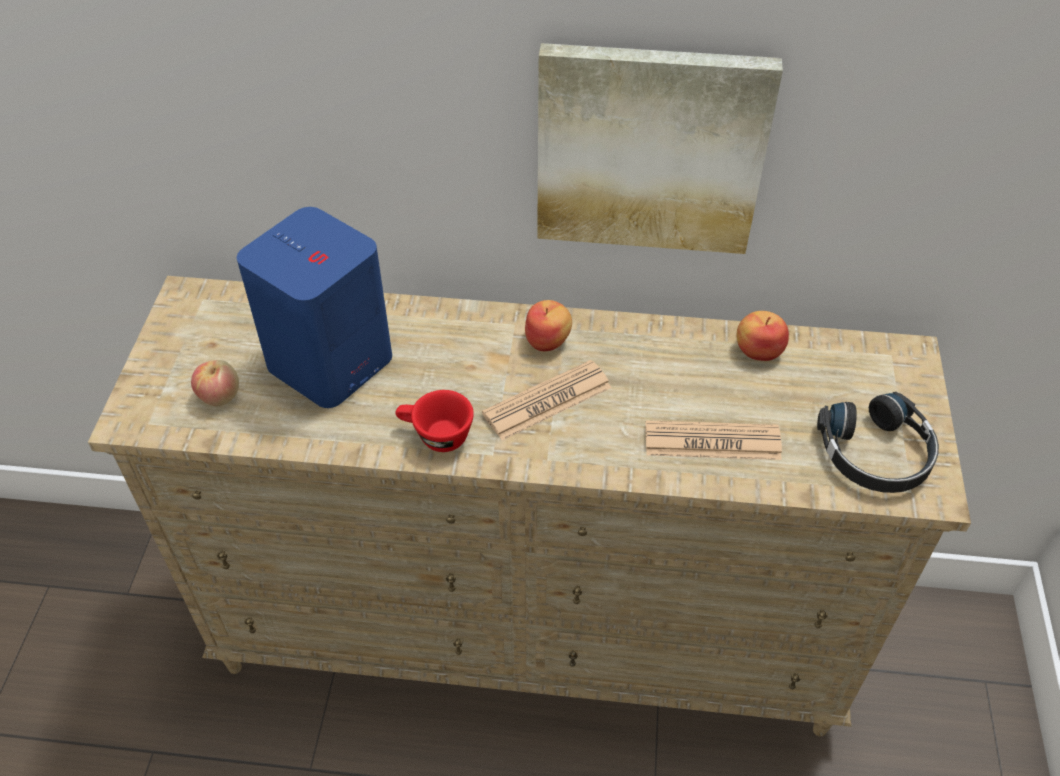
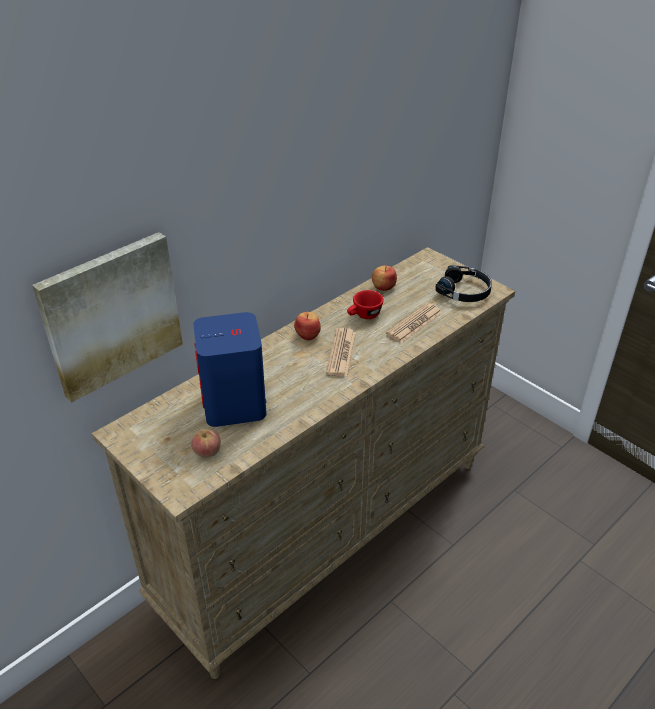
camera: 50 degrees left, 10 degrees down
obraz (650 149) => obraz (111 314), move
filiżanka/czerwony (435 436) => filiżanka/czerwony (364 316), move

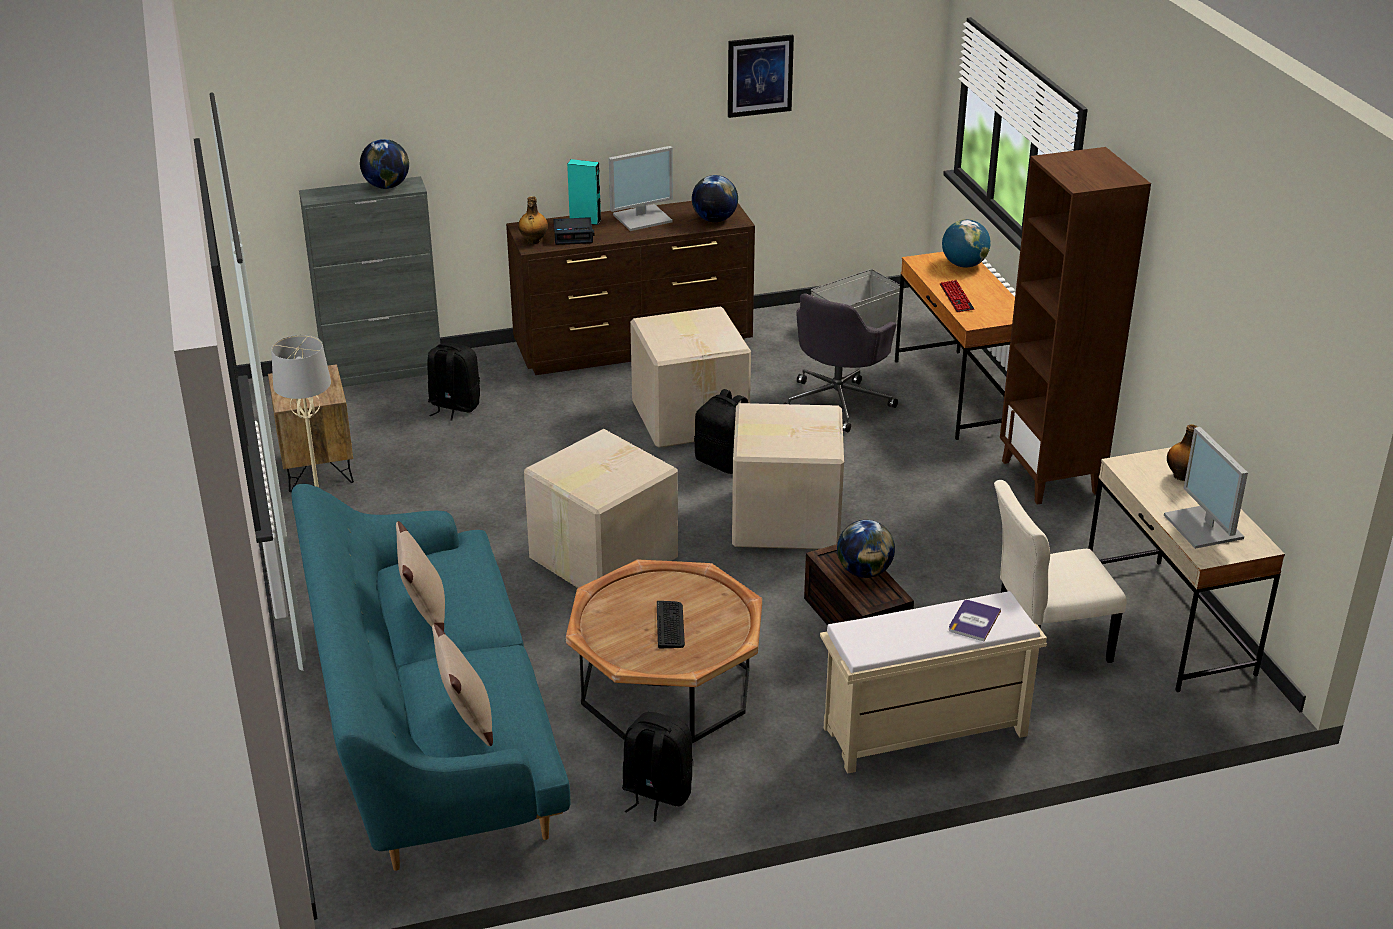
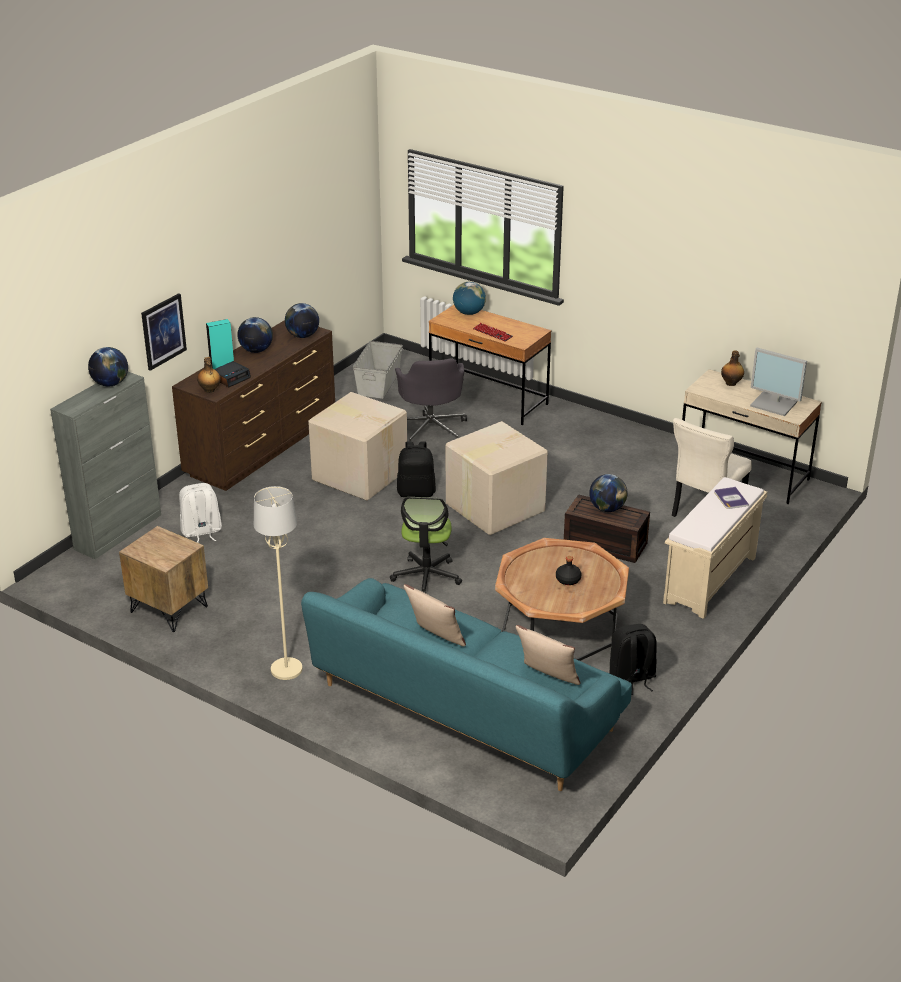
camera: 40 degrees left, 0 degrees up
obraz (759 75) => obraz (163 331), move
monitor (643 218) => globus (256 350)
regał/brązowy (1051 477) => nothing
plecak/czarny (453 406) => plecak/biały (201 532)
karton (601 558) => krzesło biurowe (426 576)
klawiatura (670 625) => butelka/czarny (567 580)

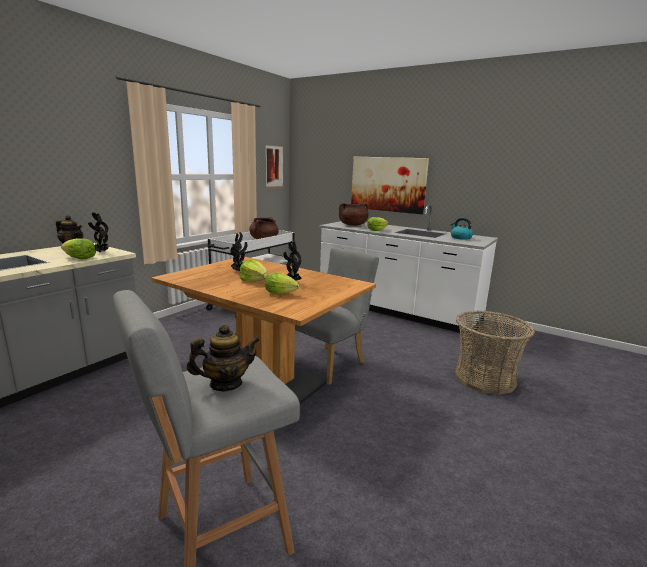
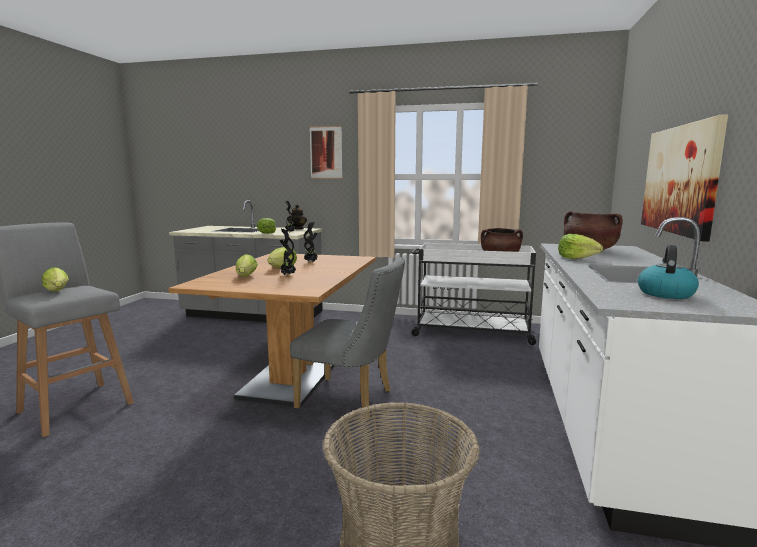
camera: 70 degrees right, 5 degrees down
obraz (274 166) => obraz (326 152), move
imbryk (225 384) => sałata (57 291)

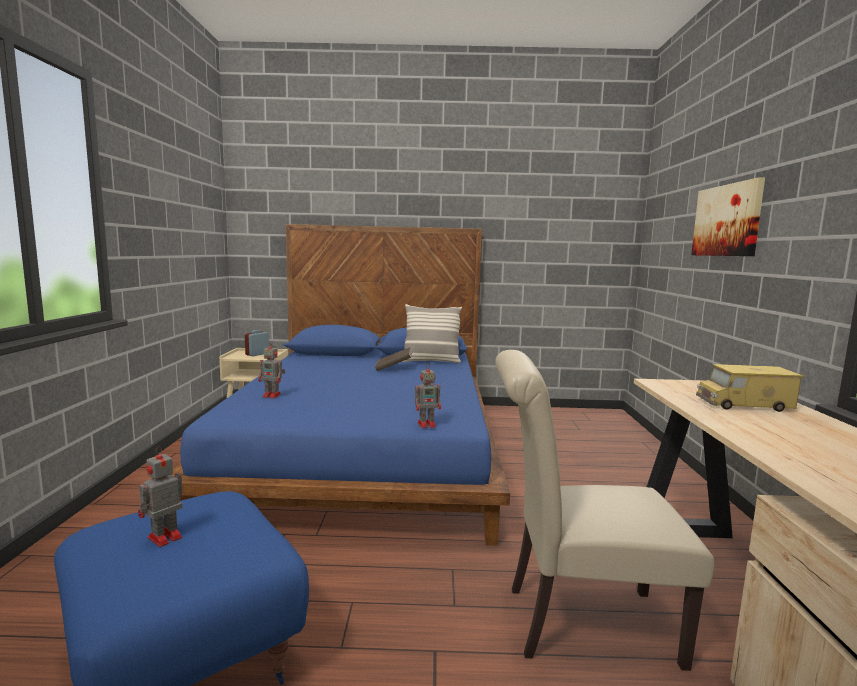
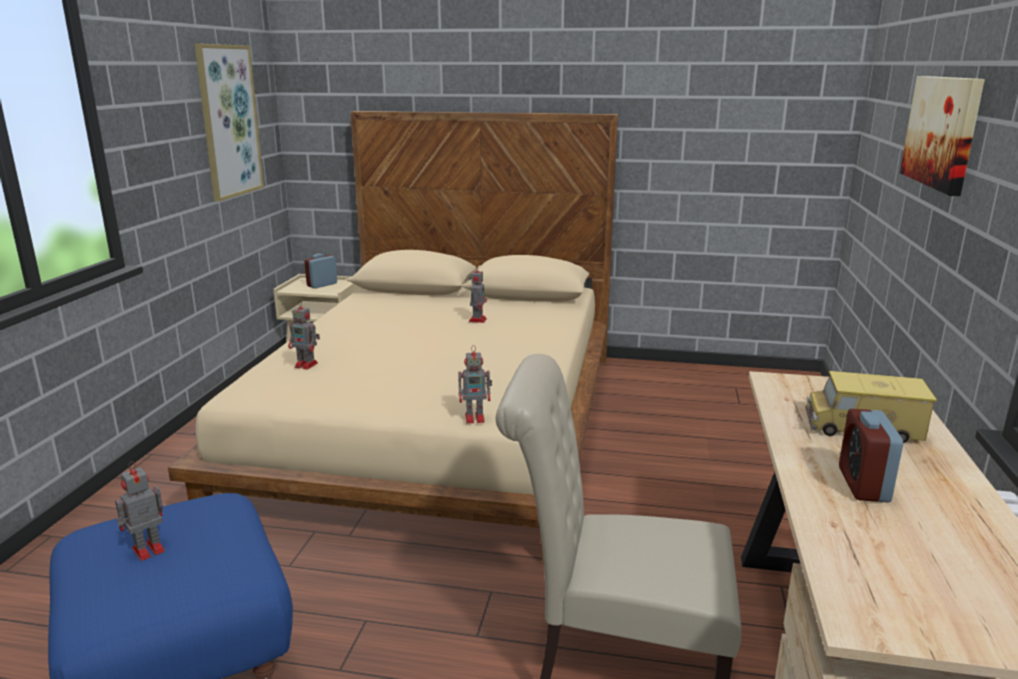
camera: 10 degrees right, 10 degrees up
łóżko/niebieski (366 451) => łóżko/beżowy (441 424)
poduszka (431 361) => nothing
książka/brązowy (393 368) => robot zabawkowy (478 319)
nothing => obraz (229 121)
nothing => budzik (863 485)

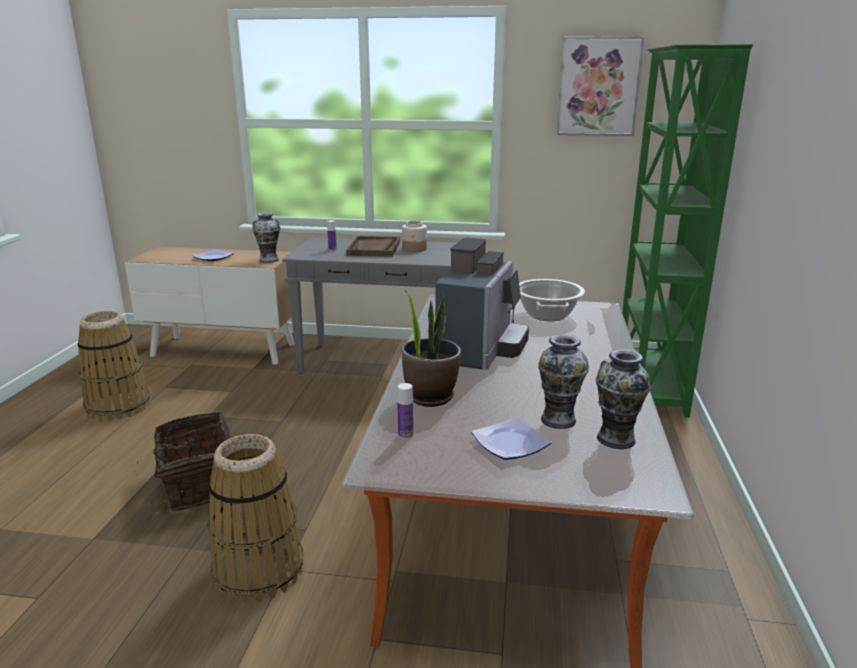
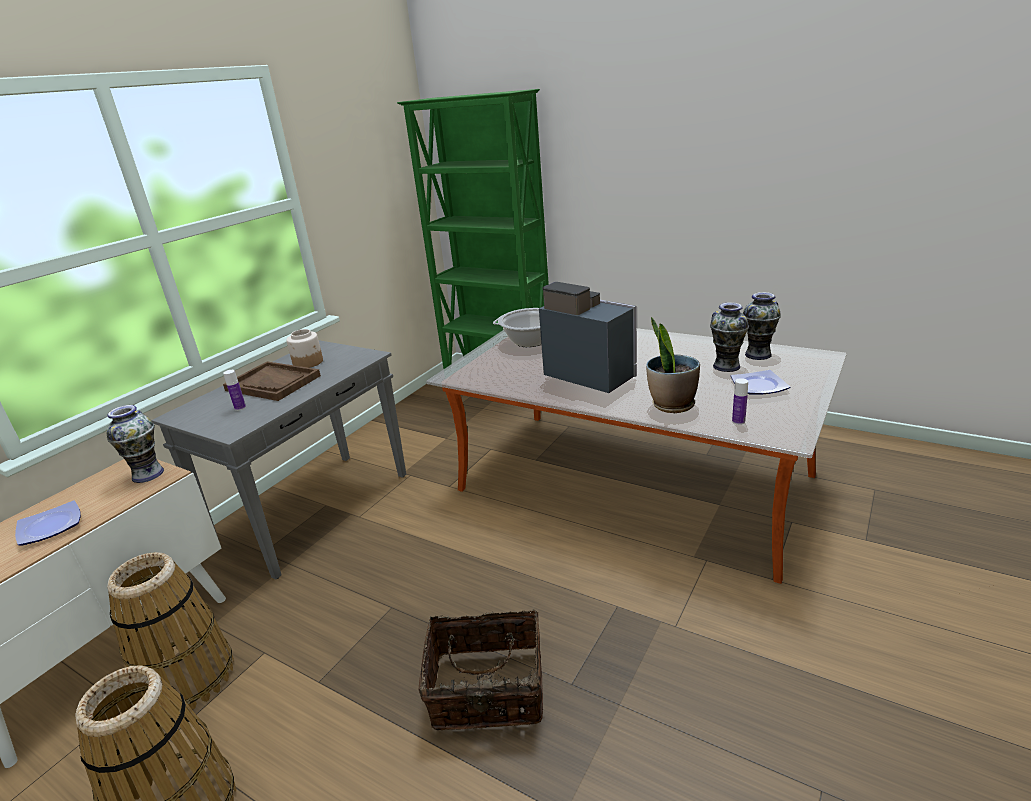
camera: 65 degrees left, 5 degrees up
obraz (598 87) => nothing
koszyk (259 570) => koszyk (189 677), move

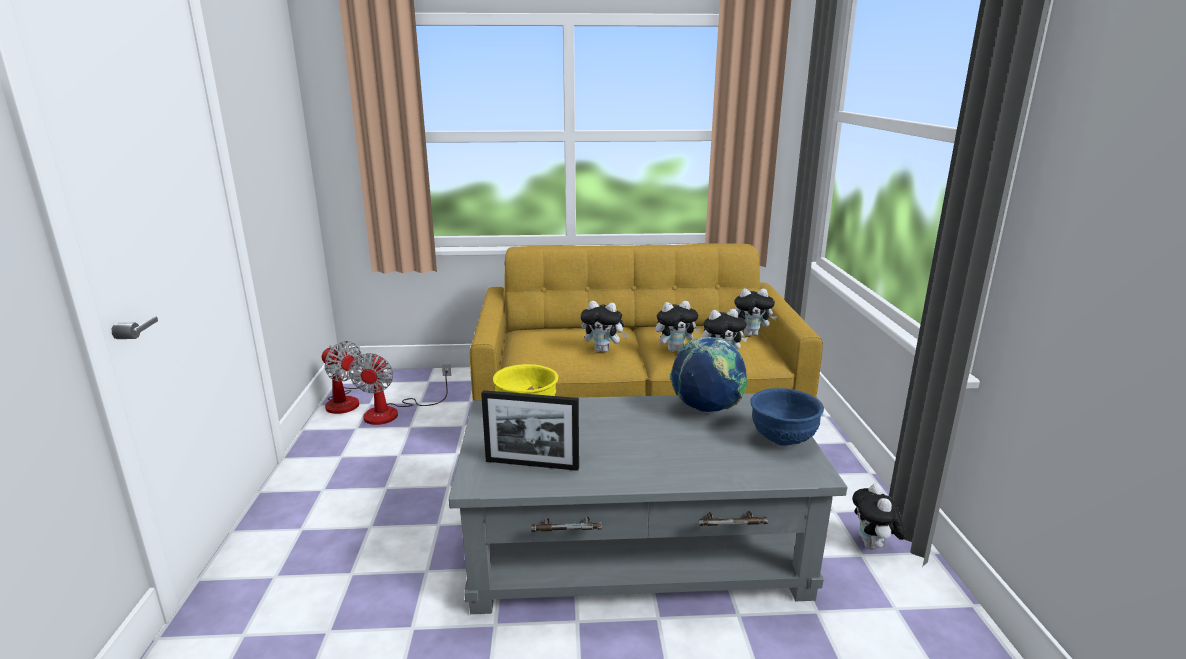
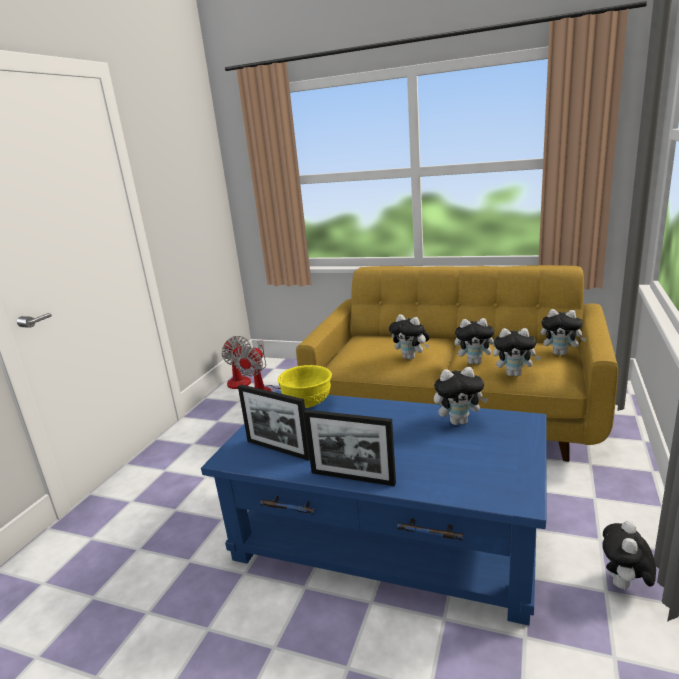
camera: 25 degrees right, 0 degrees up
globus (707 409) => pluszak (459 421)
miska/niebieski (782 439) => nothing
ława/szary (636 550) => ława/niebieski (387 536)
nothing => ramka na zdjęcie (352 478)

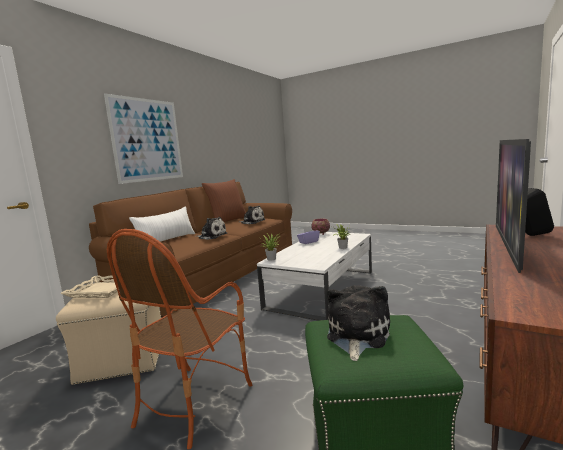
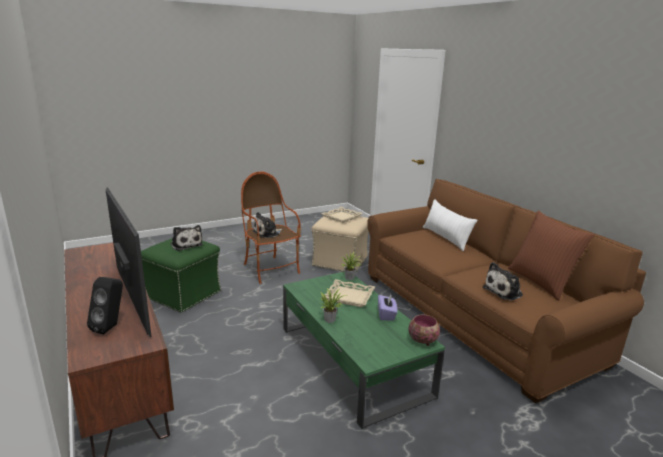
camera: 120 degrees right, 10 degrees up
obraz (147 140) => nothing
pluszak (211 236) => pluszak (267 233), move
ława/biały (322 288) => ława/zielony (353 361)
nothing => taca/beżowy (349 297)

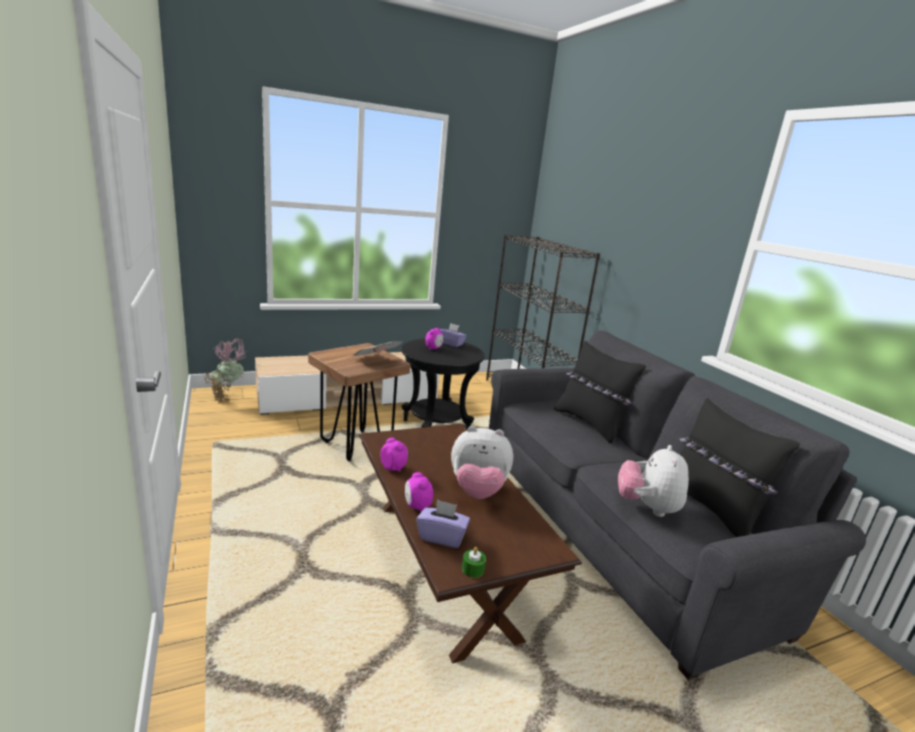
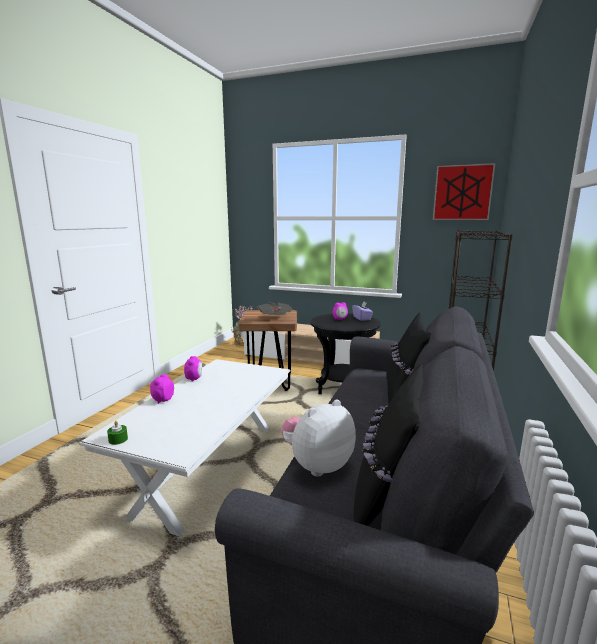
camera: 45 degrees right, 5 degrees down
ława/brązowy (444 566) => ława/biały (210 467)
pluszak (477 491) => nothing
pudełko chusteczek/fioletowy (442 536) => nothing
nothing => obraz (462 192)

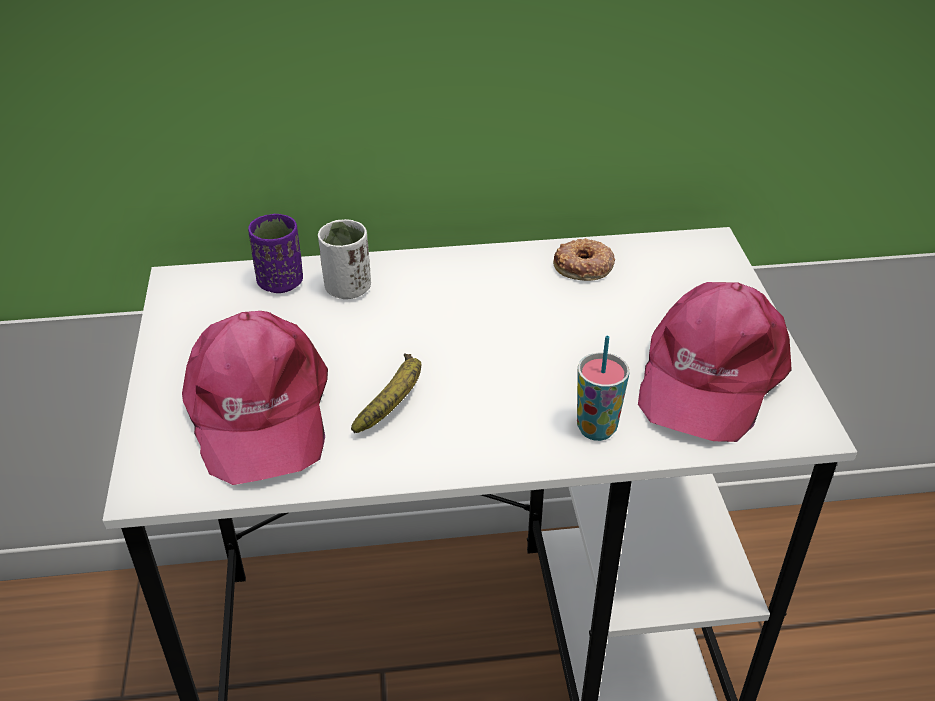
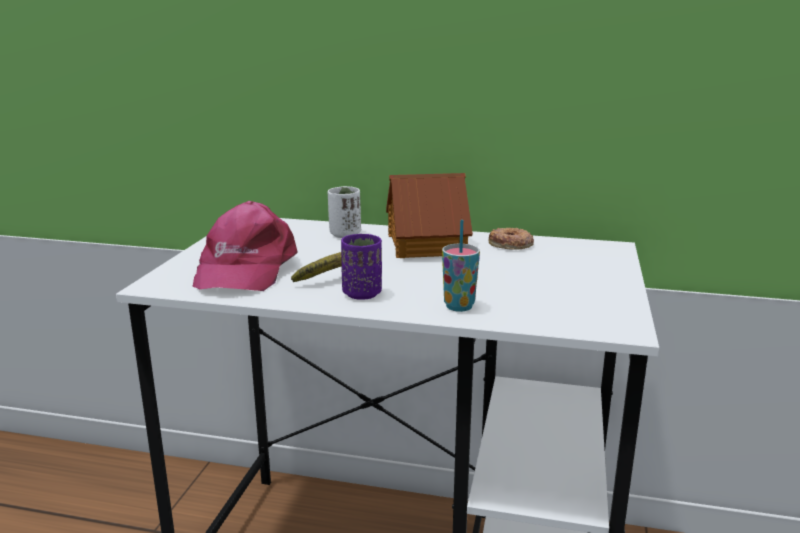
camera: 20 degrees right, 20 degrees down
filiżanka/fioletowy (280 282) => filiżanka/fioletowy (362 294), move
czapka z daszkiem/różowy (710 375) => nothing
nothing => domek (424 244)

